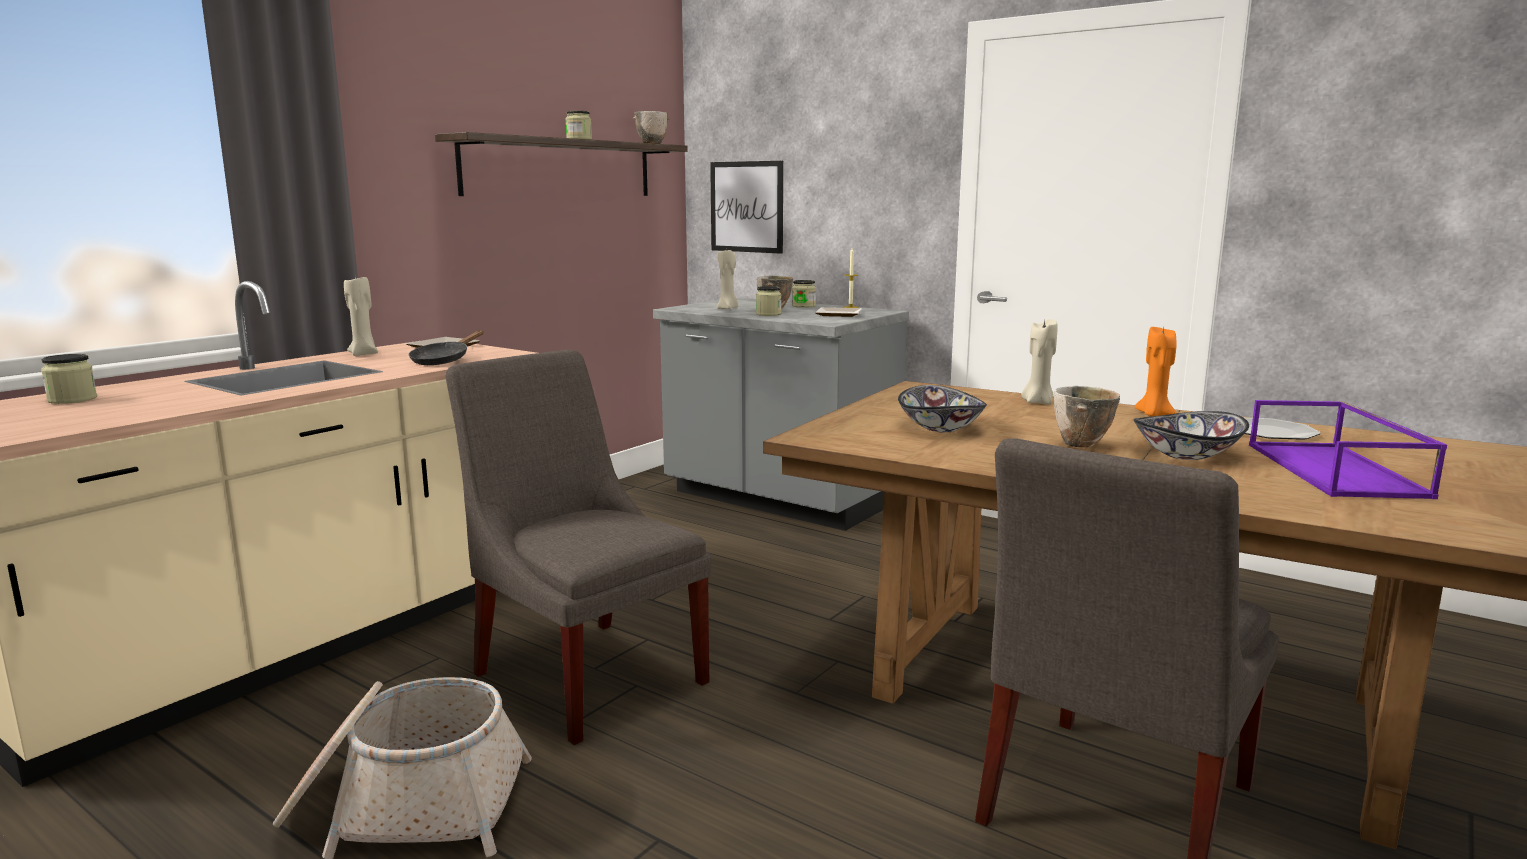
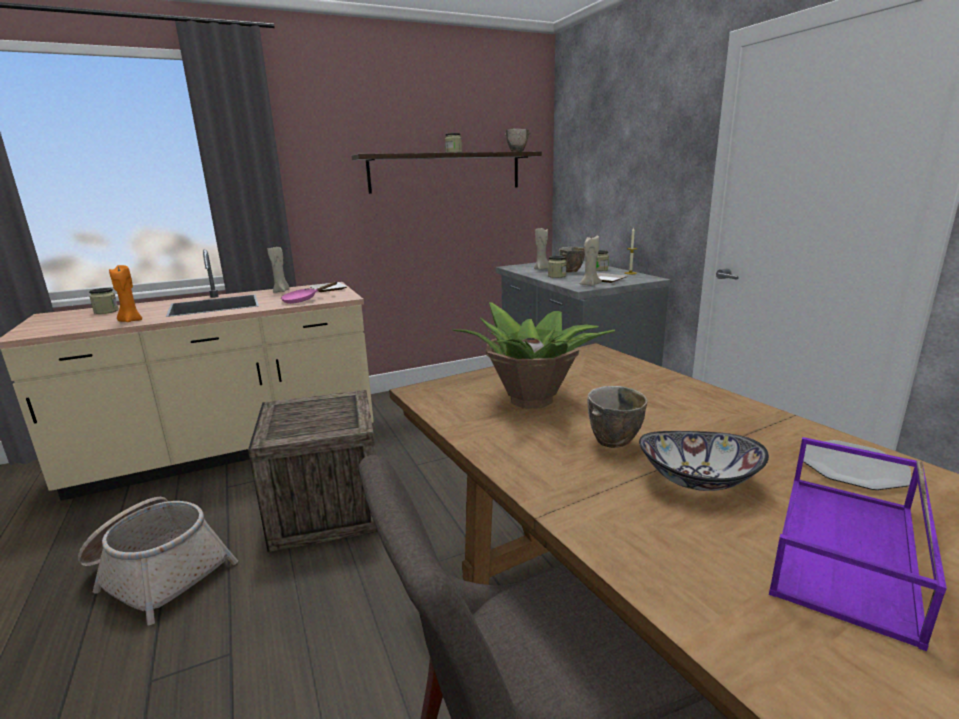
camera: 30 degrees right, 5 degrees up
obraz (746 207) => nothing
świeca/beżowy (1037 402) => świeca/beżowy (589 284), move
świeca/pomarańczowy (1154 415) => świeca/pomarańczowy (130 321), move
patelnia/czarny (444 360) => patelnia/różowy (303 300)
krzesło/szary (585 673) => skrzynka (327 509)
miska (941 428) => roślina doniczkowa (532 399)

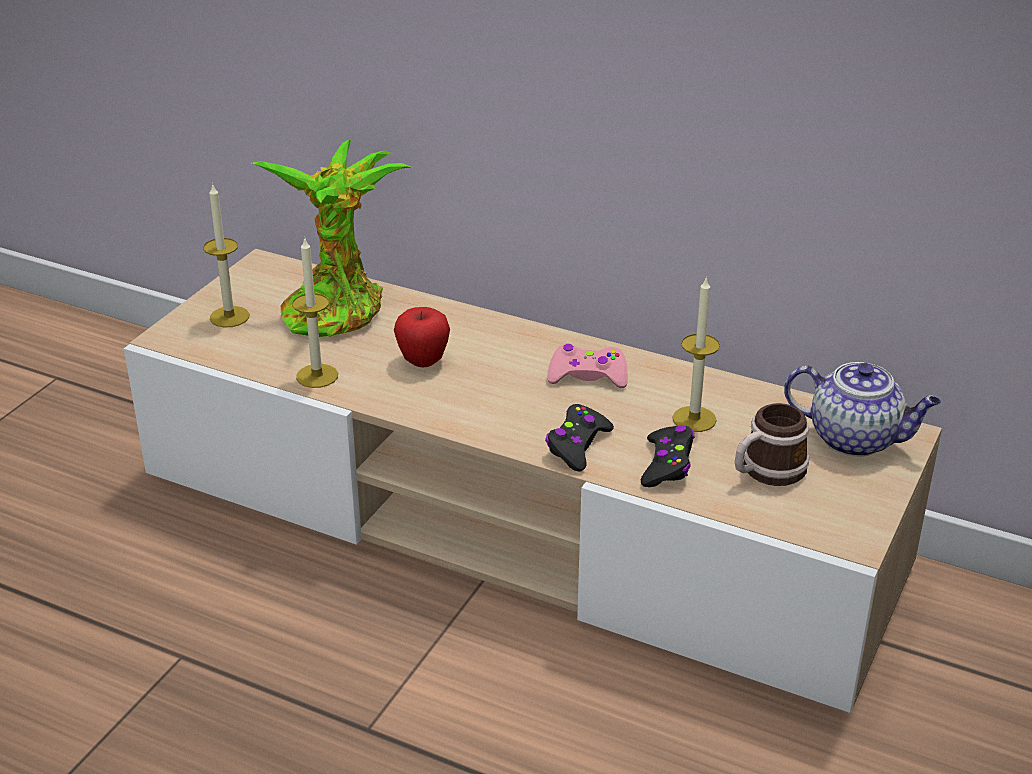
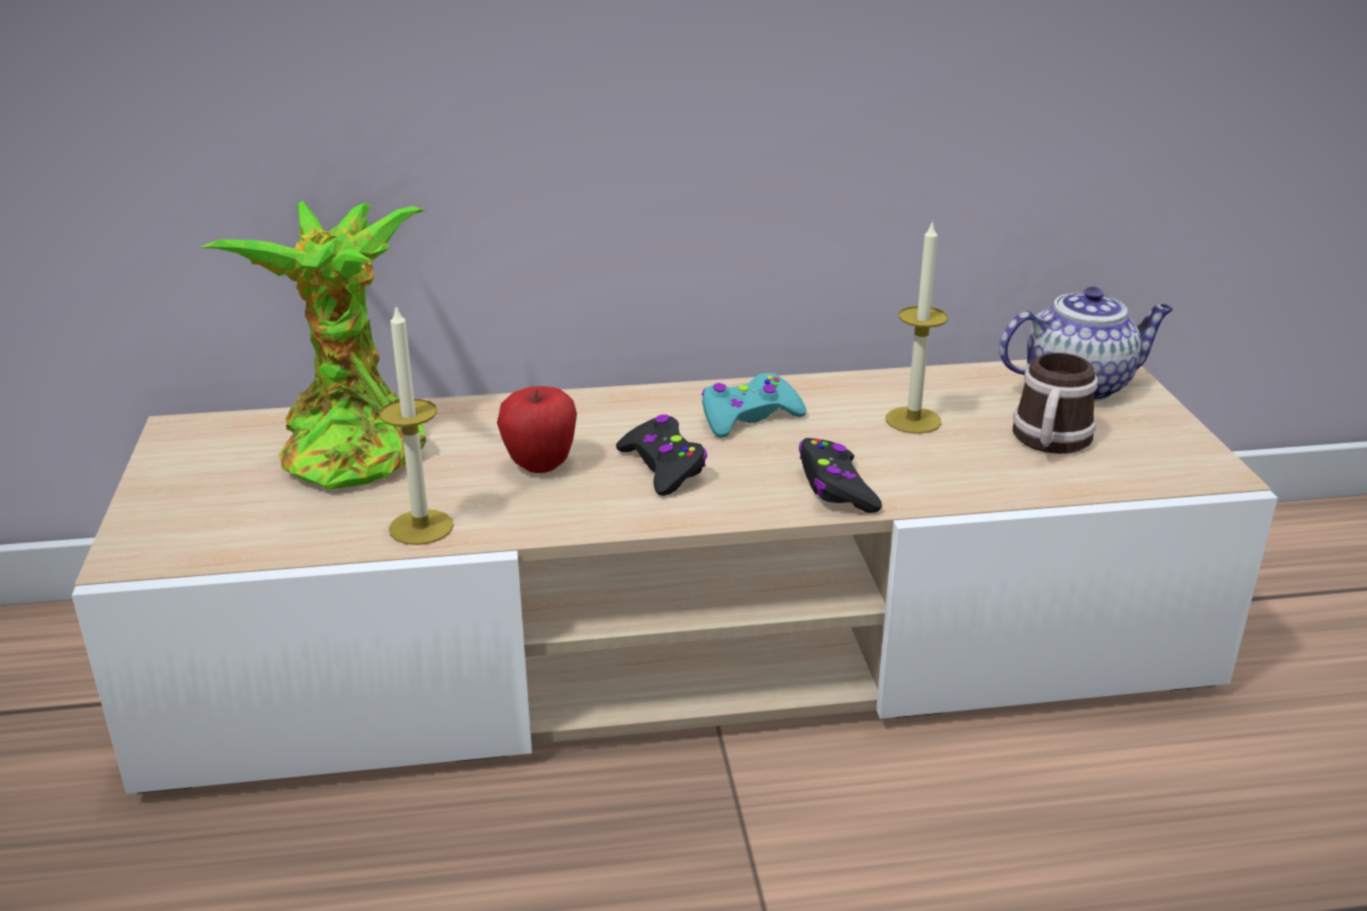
camera: 35 degrees left, 5 degrees down
świeca (229 317) => nothing
pad do gier/różowy (587 376) => pad do gier/turkusowy (748 417)
pad do gier/czarny (667 464) => pad do gier/czarny (663 467), move

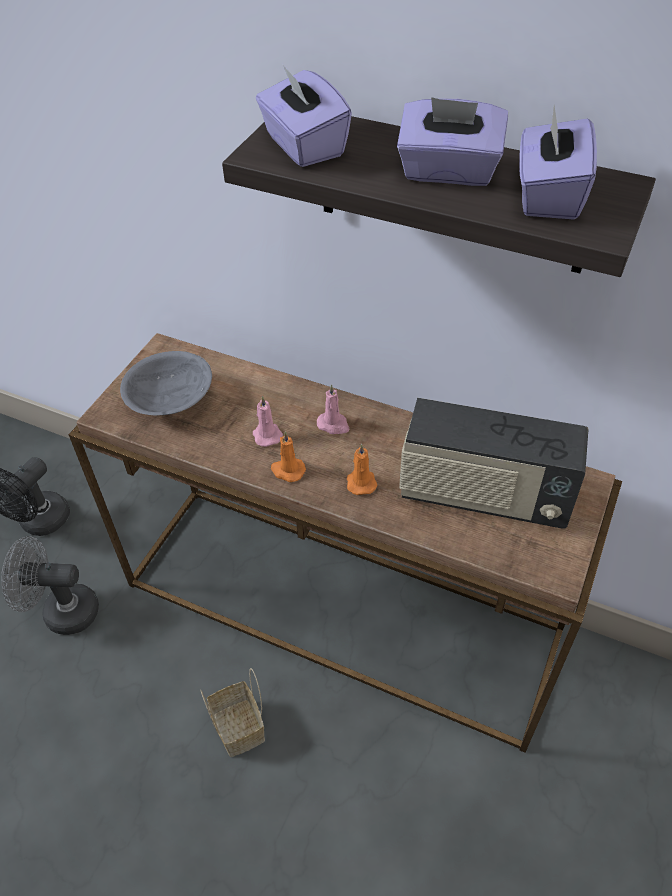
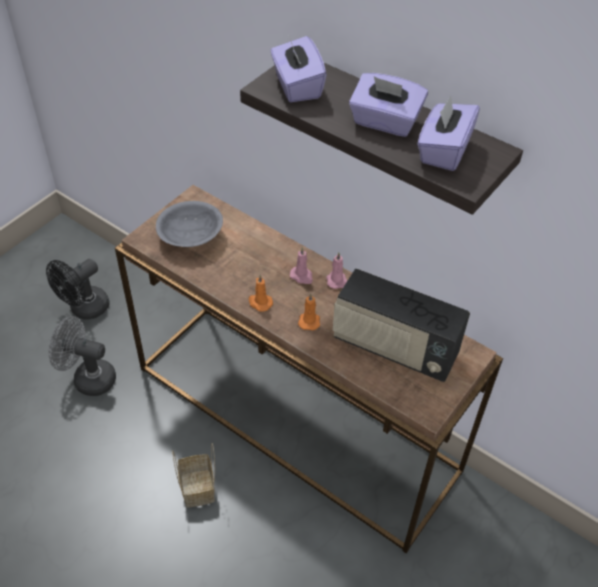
camera: 10 degrees right, 0 degrees up
świeca/różowy (266 434) => świeca/różowy (336 280), move

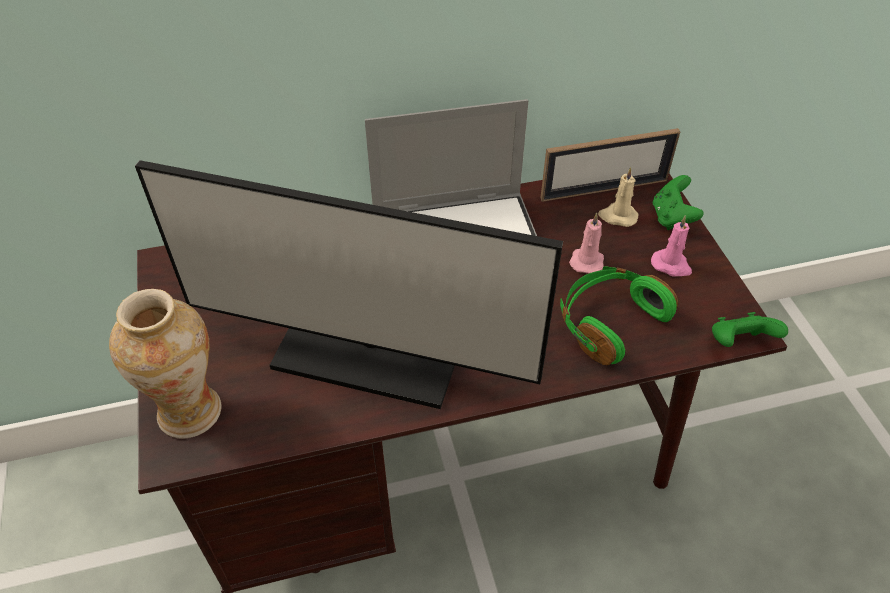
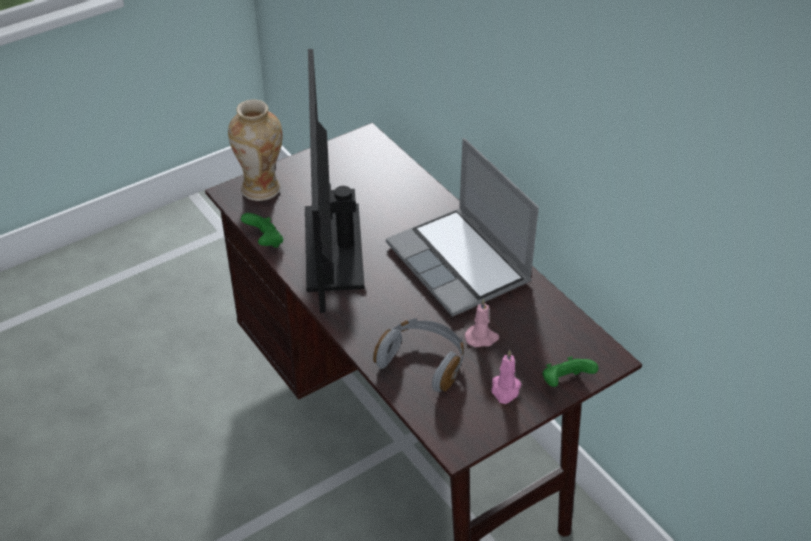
camera: 70 degrees right, 5 degrees down
ramka na zdjęcie (604 189) => nothing
świeca/beżowy (617 216) => nothing
słuchawki/zielony (609 322) => słuchawki/szary (423 361)
pad do gier/zielony (738 343) => pad do gier/zielony (265 242), move

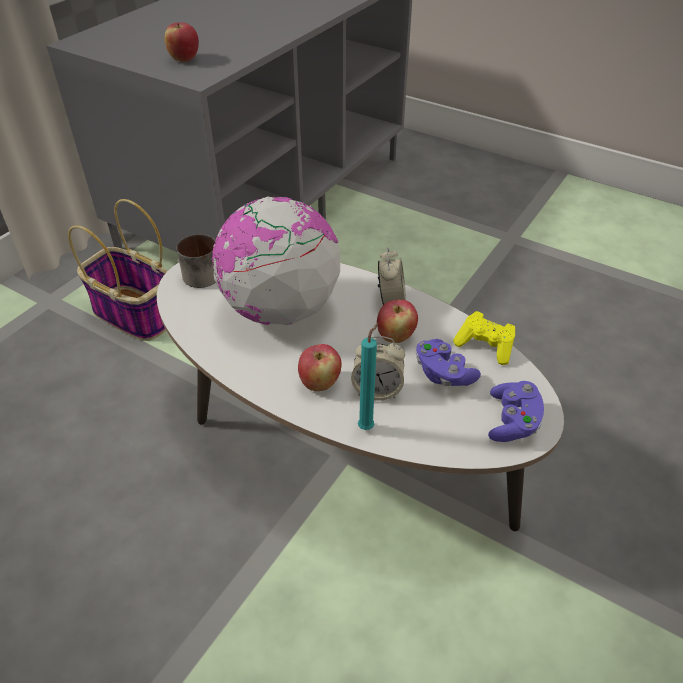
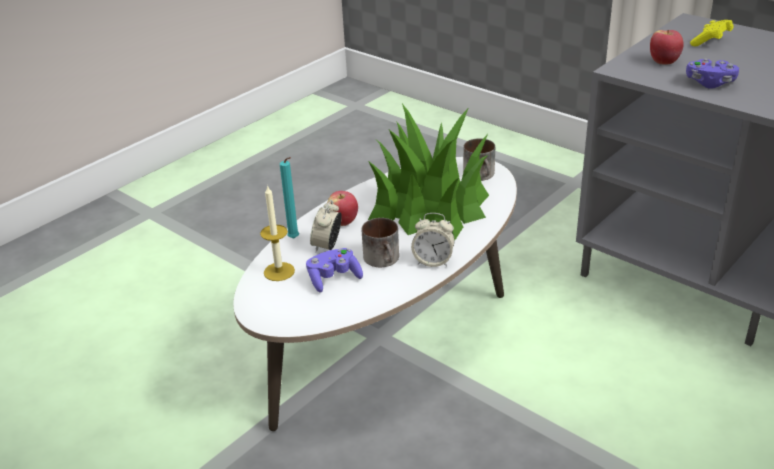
camera: 100 degrees right, 10 degrees down
globus (280 310) => roślina doniczkowa (429 207)
koszyk (134 314) => nothing
jabłko (395 336) => kubek (384 259)
pad do gier/żółty (485 346) => pad do gier/żółty (710 42), move
pad do gier/fioletowy (512 421) => pad do gier/fioletowy (709 83), move
nothing => świeca (279 271)

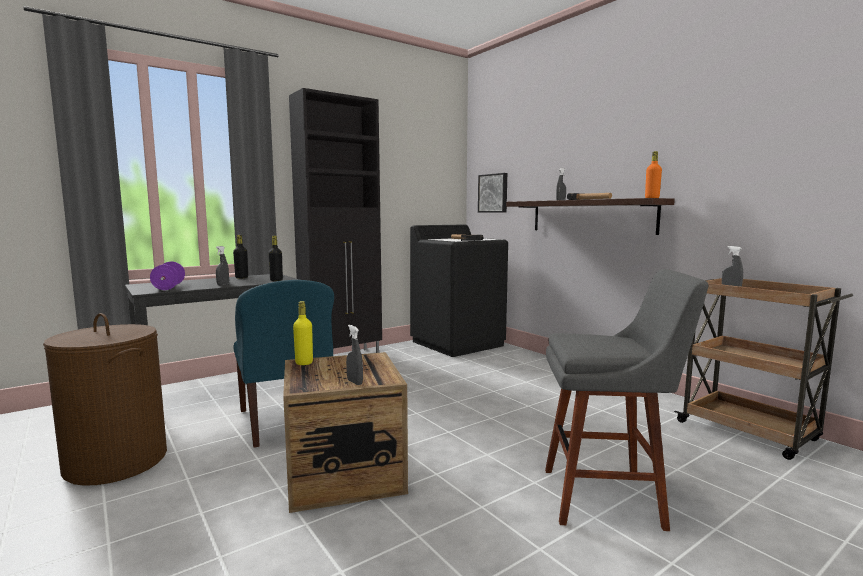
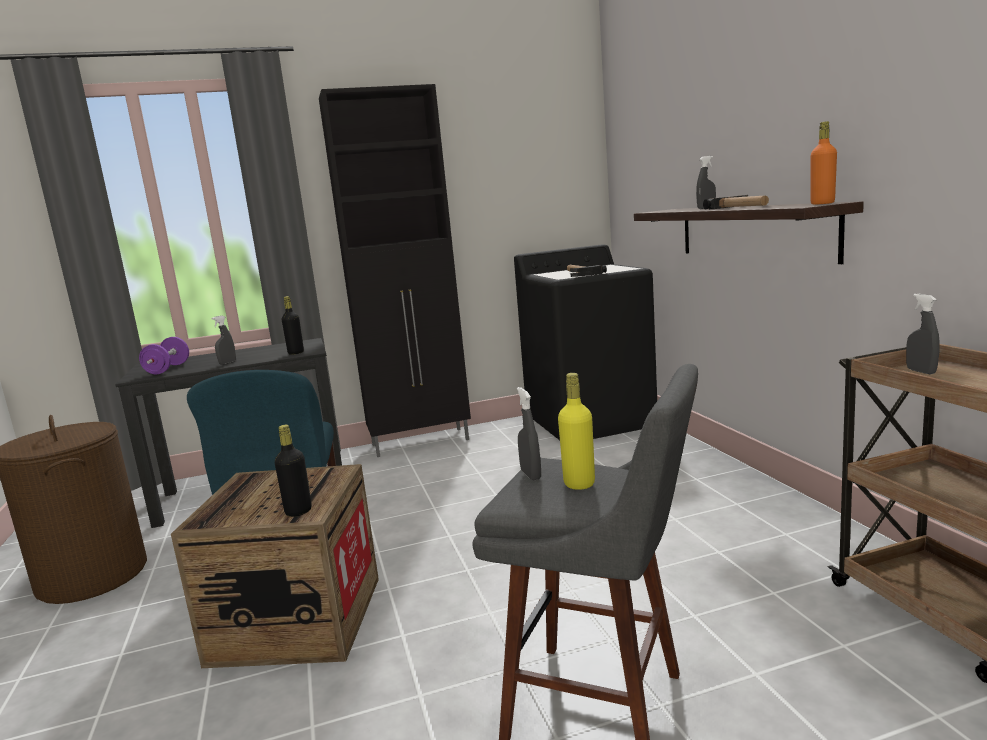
camera: 20 degrees right, 5 degrees up
obraz (493 193) => nothing
butelka/czarny (241 277) => butelka/czarny (298 511), move
butelka/żółty (304 363) => butelka/żółty (579 483), move
spryskiwacz/szary (354 382) => spryskiwacz/szary (531 475), move

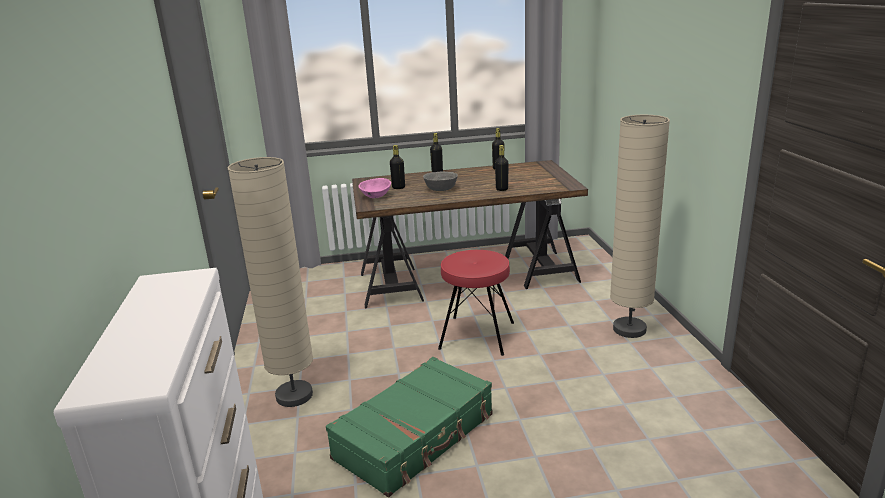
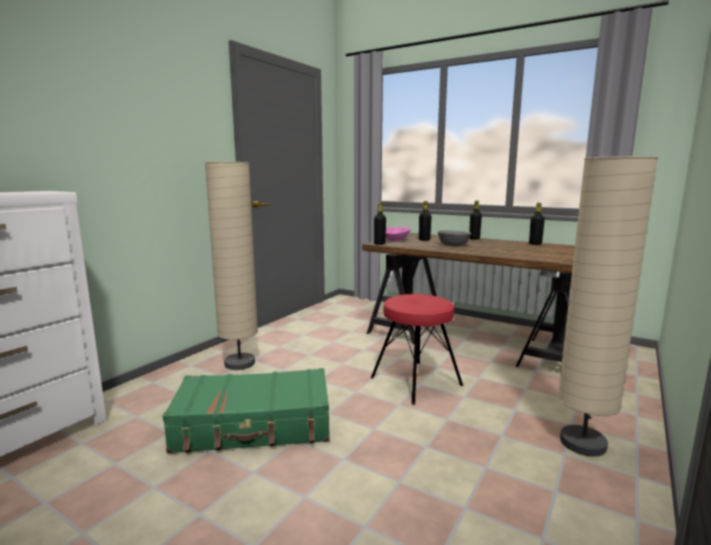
camera: 40 degrees right, 10 degrees down
butelka/czarny (502 189) => butelka/czarny (379 244), move

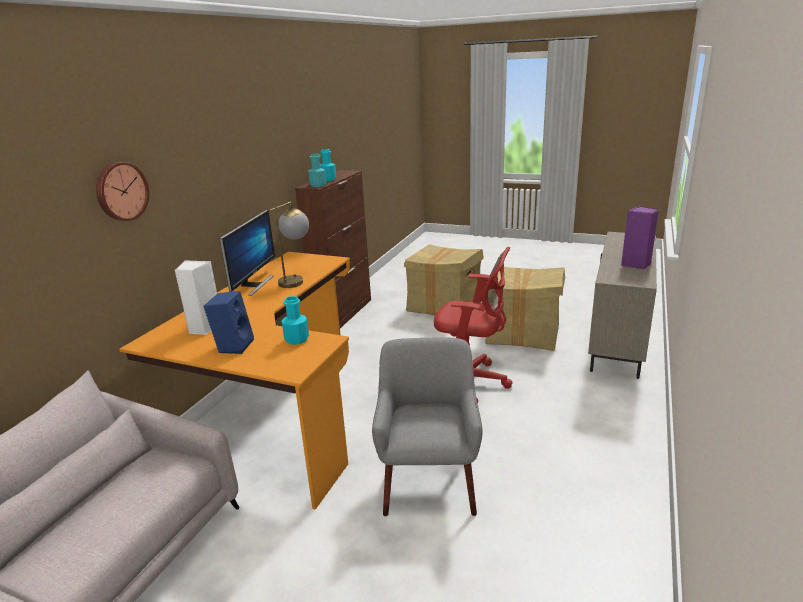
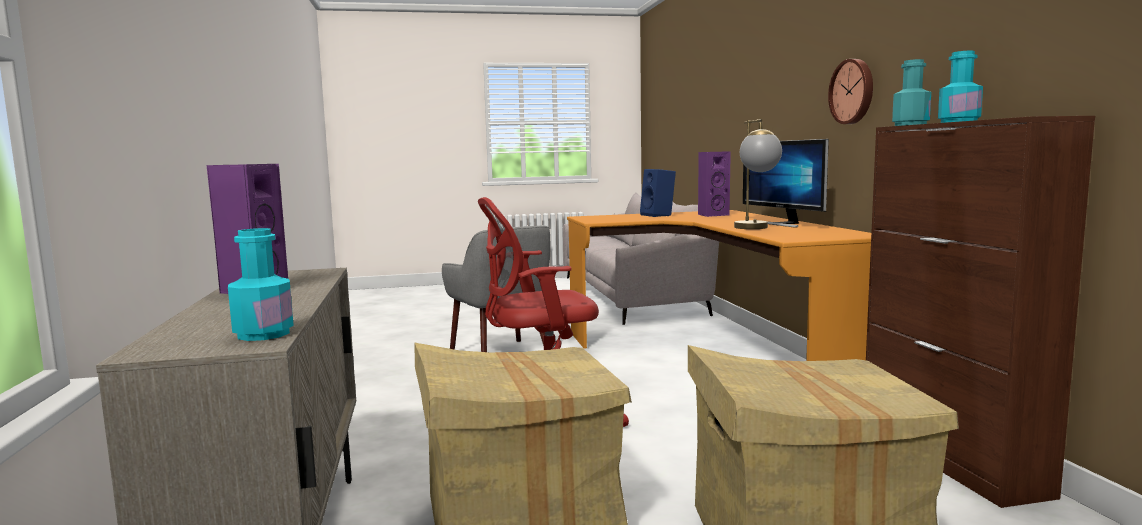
camera: 145 degrees right, 15 degrees down
zegar ścienny (121 191) => zegar ścienny (853 91), move
głośnik/biały (204 328) => głośnik/fioletowy (712 215)
butelka/turkusowy (296 339) => butelka/turkusowy (264 334), move

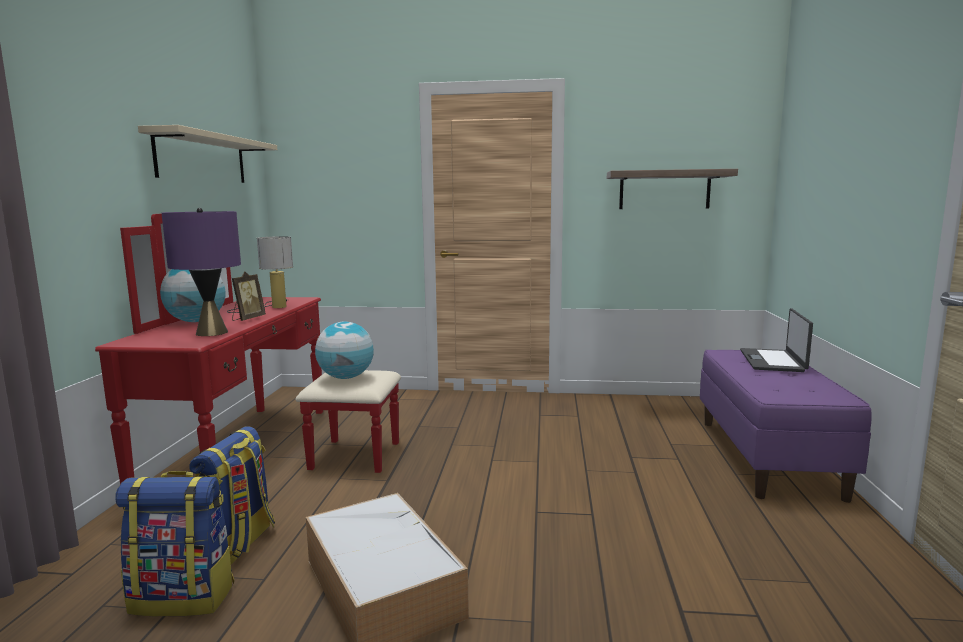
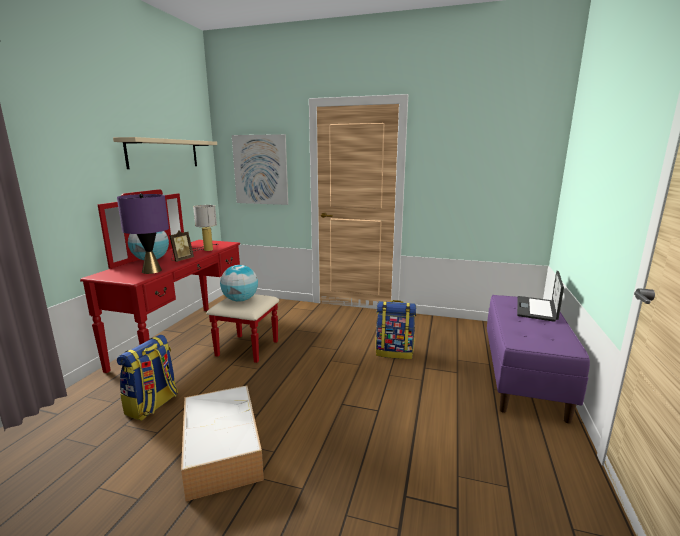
camera: 10 degrees right, 5 degrees up
półka (664 190) => nothing
plecak (184 597) => plecak (394 352), move
nothing => obraz (260 170)

